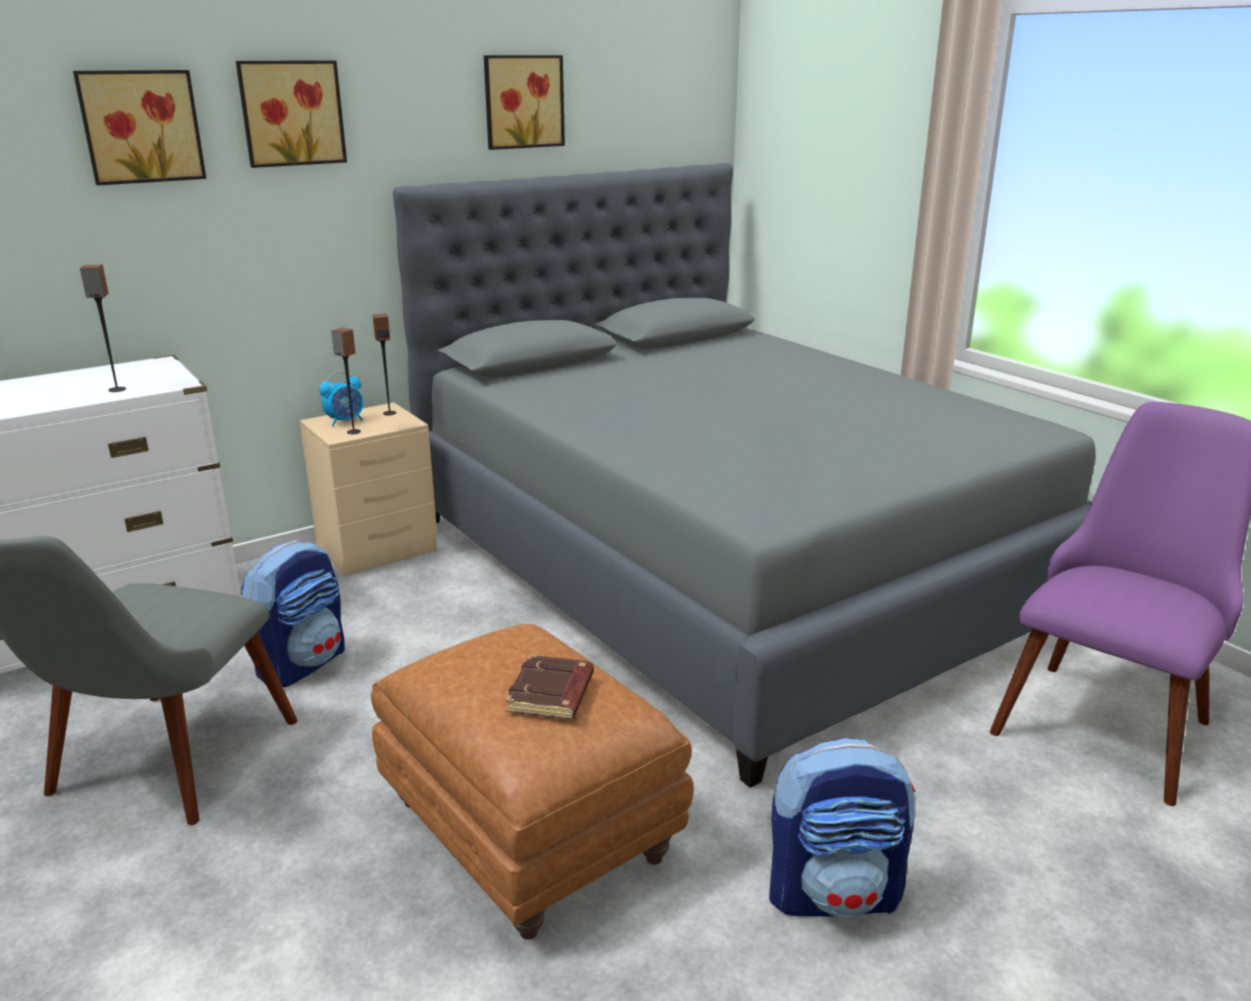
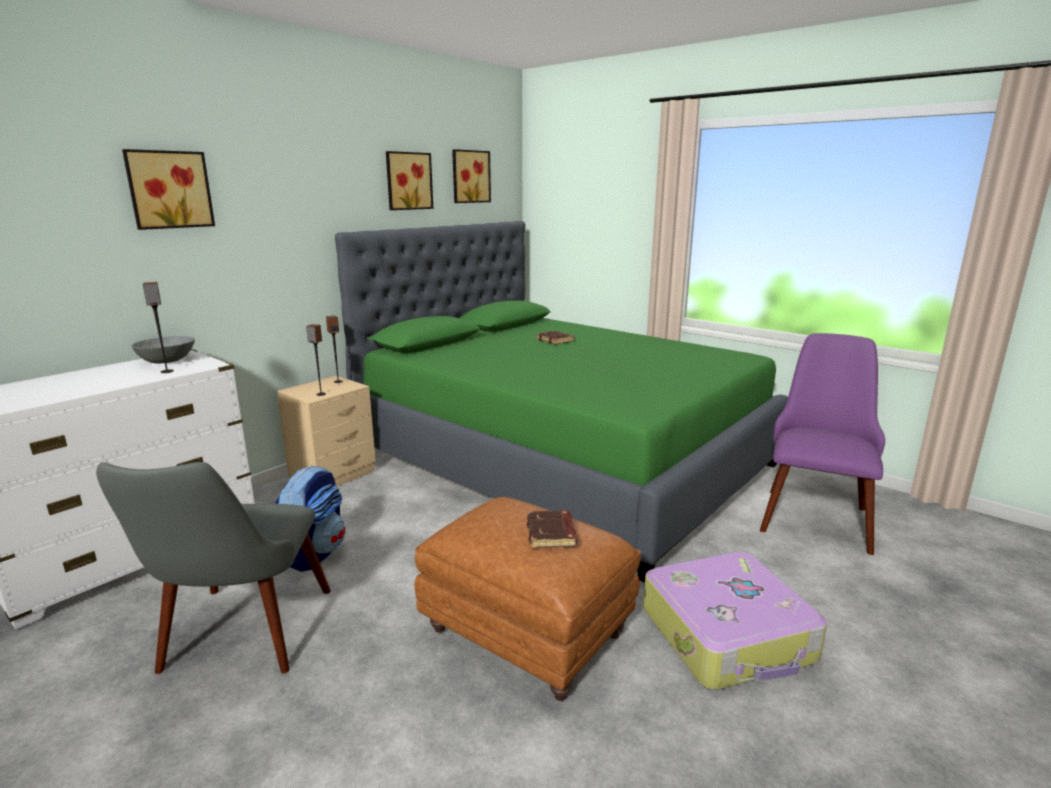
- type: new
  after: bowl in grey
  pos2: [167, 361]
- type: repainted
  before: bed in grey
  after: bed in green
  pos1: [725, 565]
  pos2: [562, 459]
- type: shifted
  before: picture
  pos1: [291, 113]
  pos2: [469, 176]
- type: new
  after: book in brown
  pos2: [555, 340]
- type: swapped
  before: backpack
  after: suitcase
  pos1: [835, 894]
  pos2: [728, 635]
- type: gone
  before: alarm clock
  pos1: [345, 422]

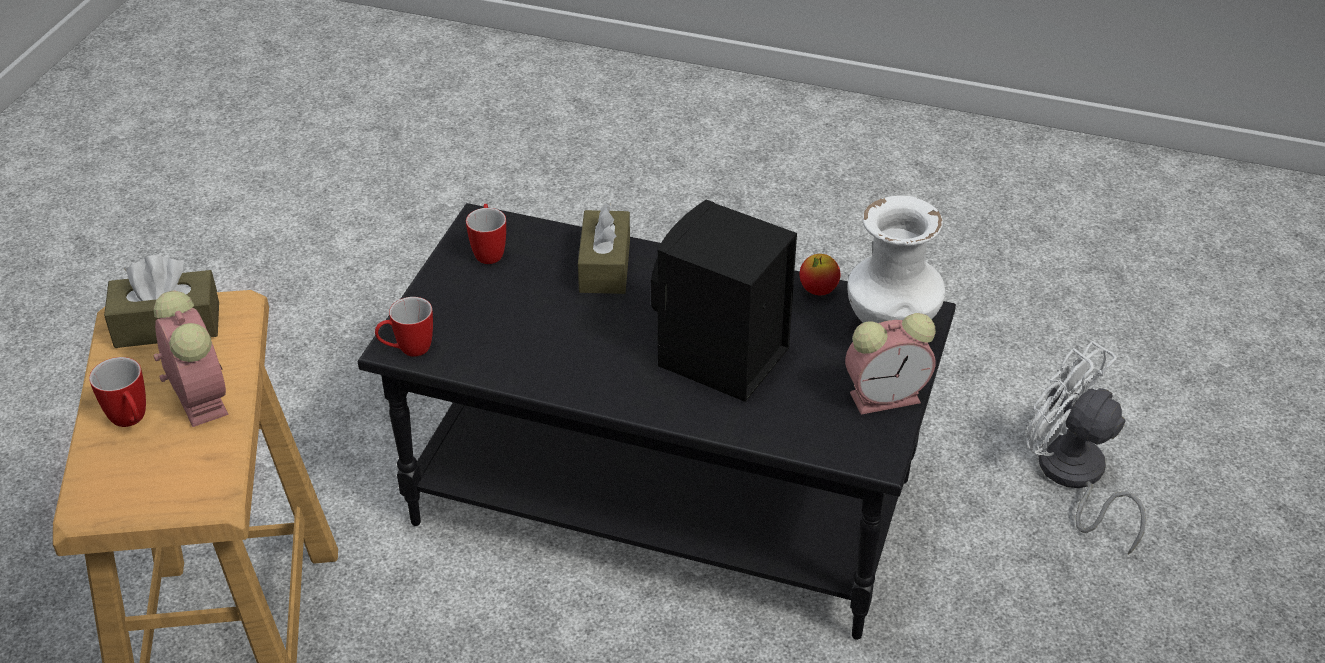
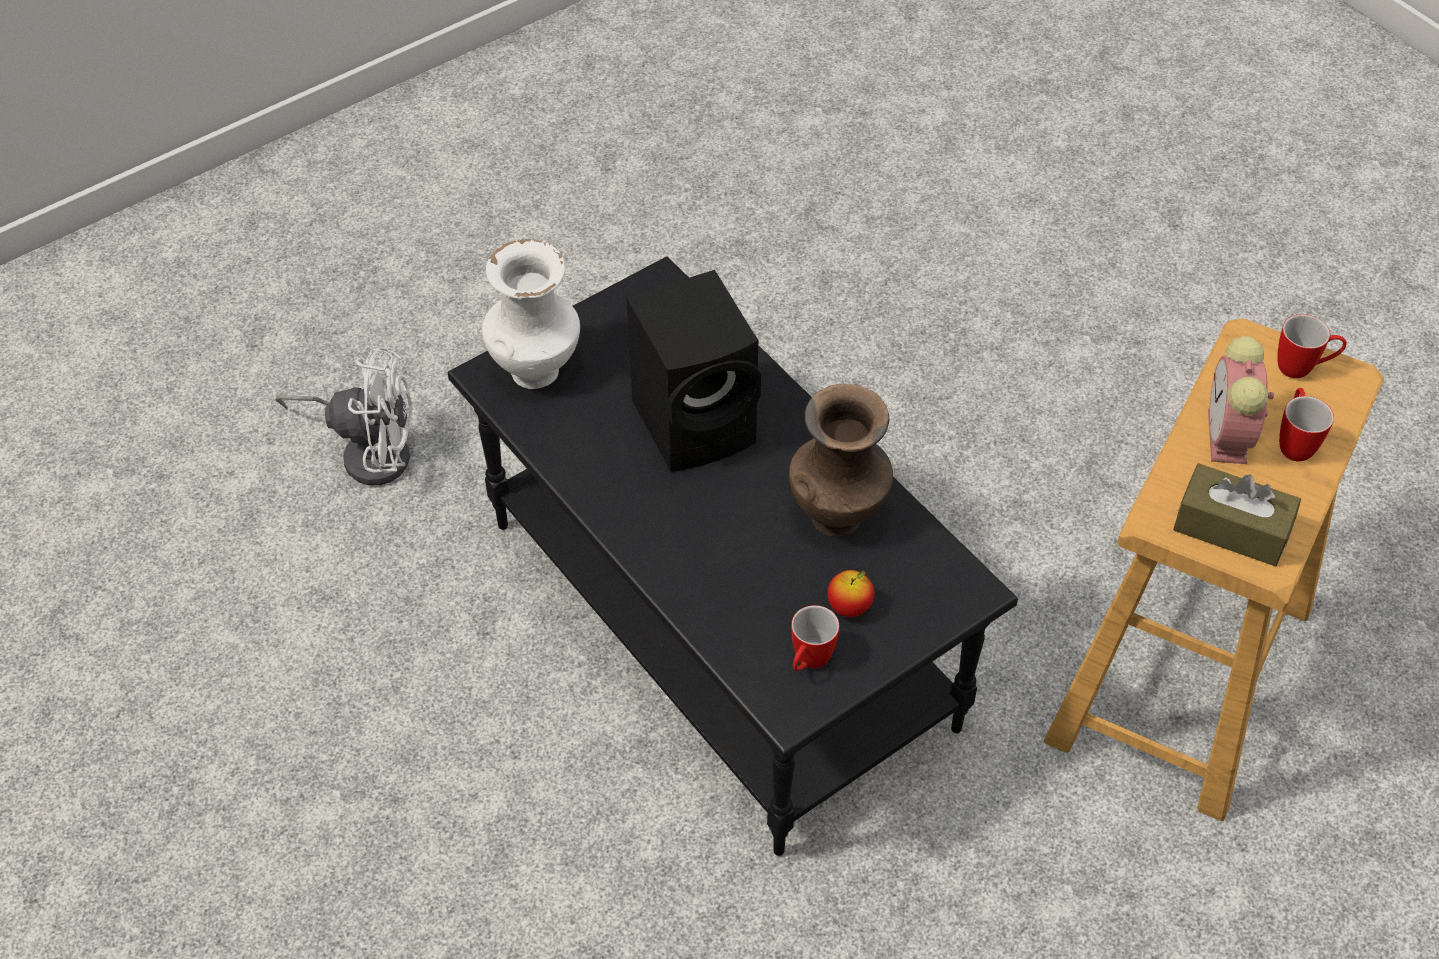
- type: rotated
  before: fan in white
  pos1: [1073, 478]
  pos2: [368, 451]
  turn: -75
- type: new
  after: vase in brown
  pos2: [838, 514]
- type: shifted
  before: apple
  pos1: [818, 291]
  pos2: [849, 607]
- type: shifted
  before: mug
  pos1: [407, 350]
  pos2: [1303, 368]
- type: gone
  before: tissue box in brown
  pos1: [605, 266]
- type: gone
  before: alarm clock
  pos1: [887, 396]

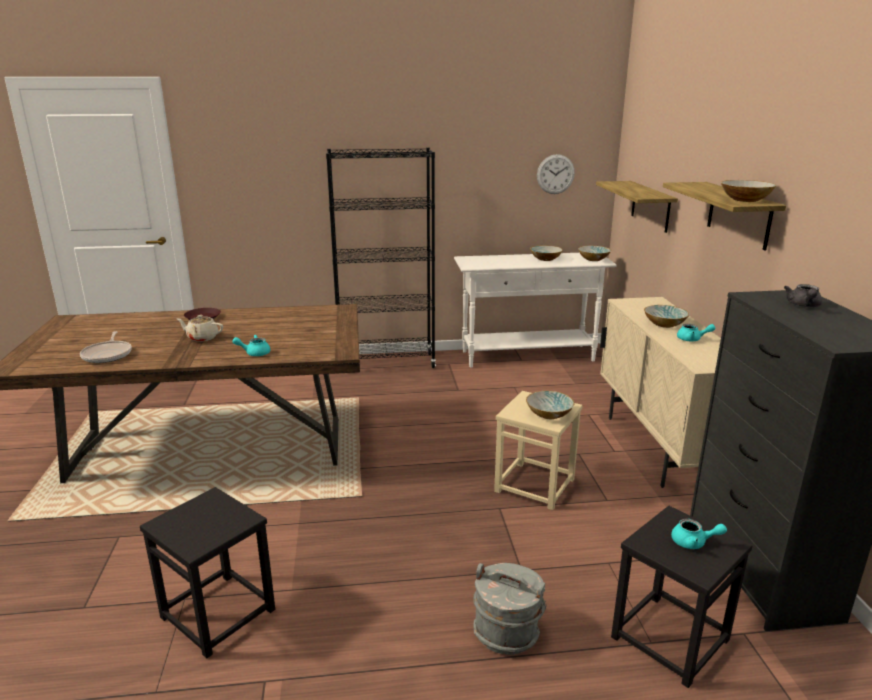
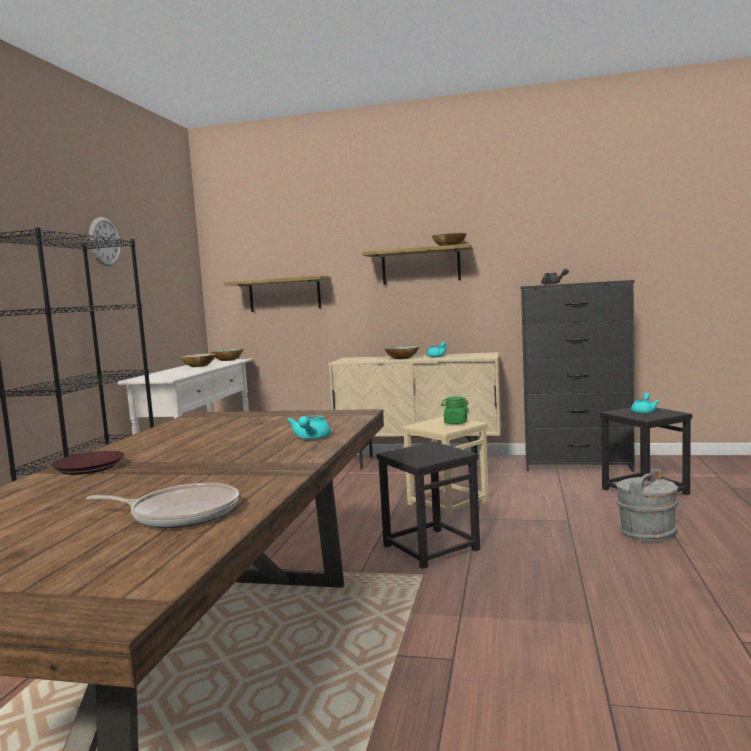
- type: shifted
  before: wall clock
  pos1: [555, 174]
  pos2: [104, 241]
- type: shifted
  before: stool in black
  pos1: [219, 613]
  pos2: [430, 547]
- type: swapped
  before: bowl
  after: jar in green
  pos1: [549, 414]
  pos2: [455, 422]
- type: gone
  before: teapot in beige
  pos1: [202, 338]

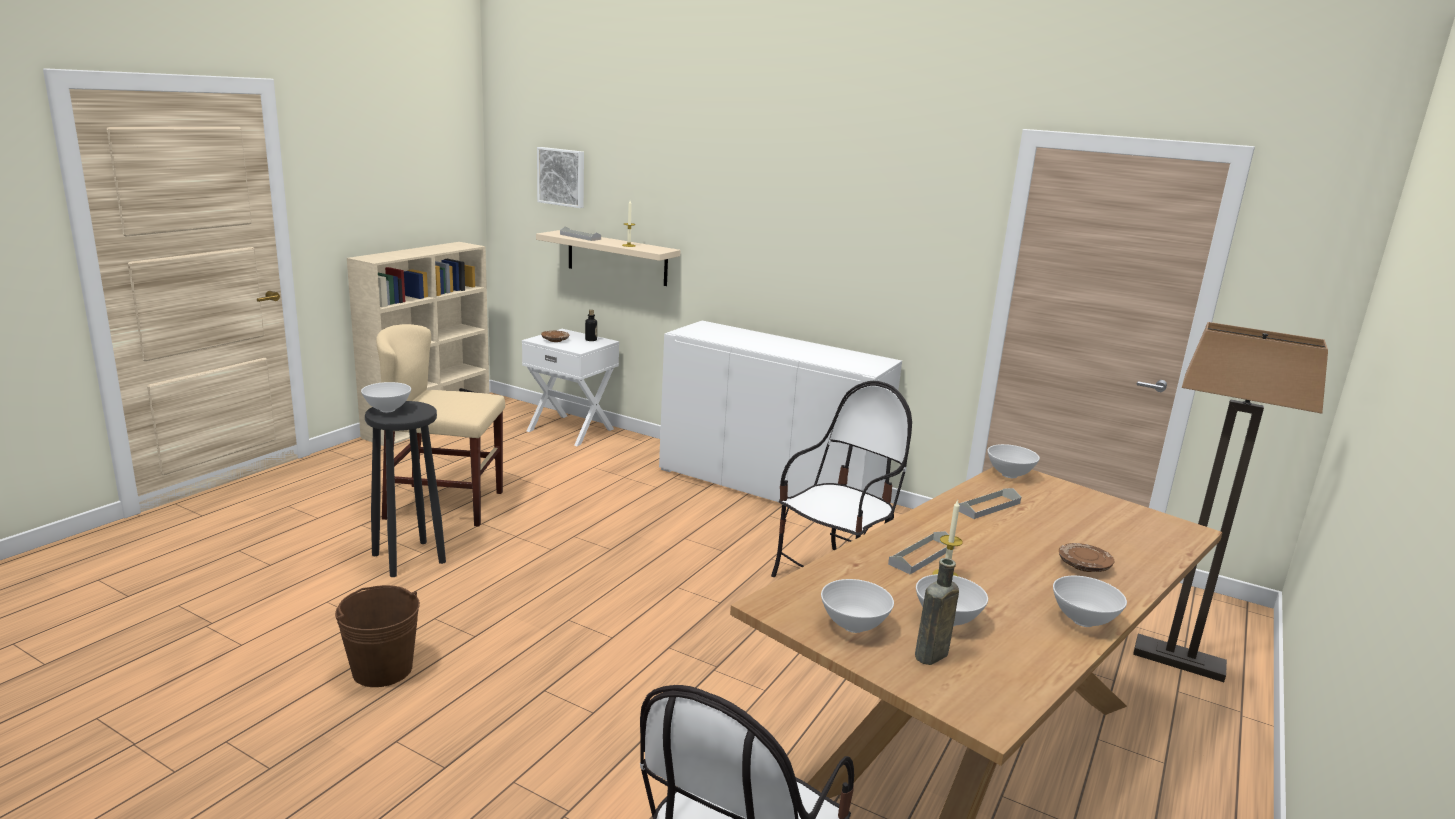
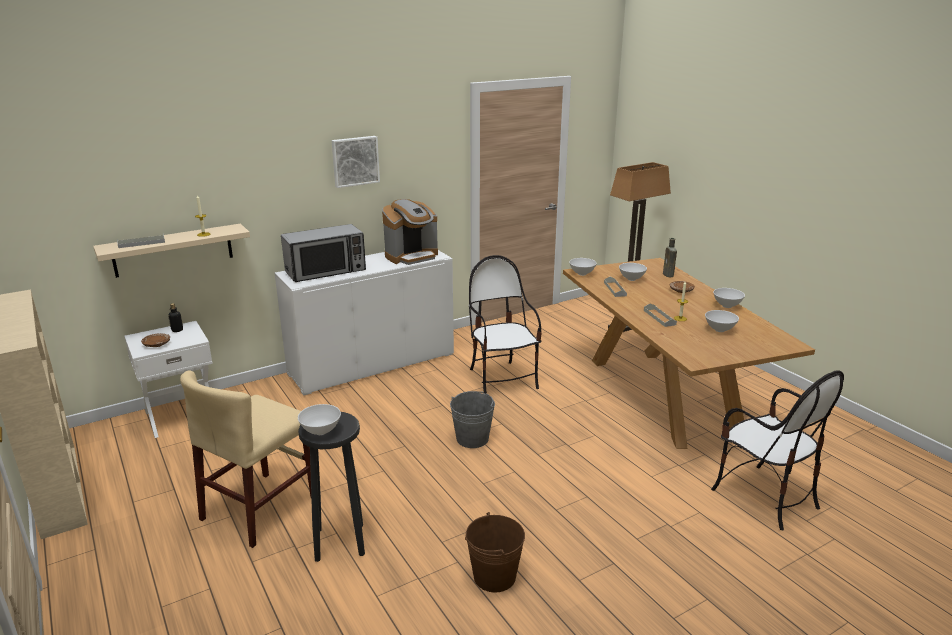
- type: new
  after: microwave
  pos2: [326, 271]
- type: shifted
  before: picture
  pos1: [562, 177]
  pos2: [355, 161]
- type: new
  after: coffee machine
  pos2: [411, 256]
- type: new
  after: bucket in grey
  pos2: [472, 438]
- type: shifted
  before: bowl in white
  pos1: [853, 627]
  pos2: [631, 279]
- type: shifted
  before: bottle in brown
  pos1: [929, 656]
  pos2: [668, 275]

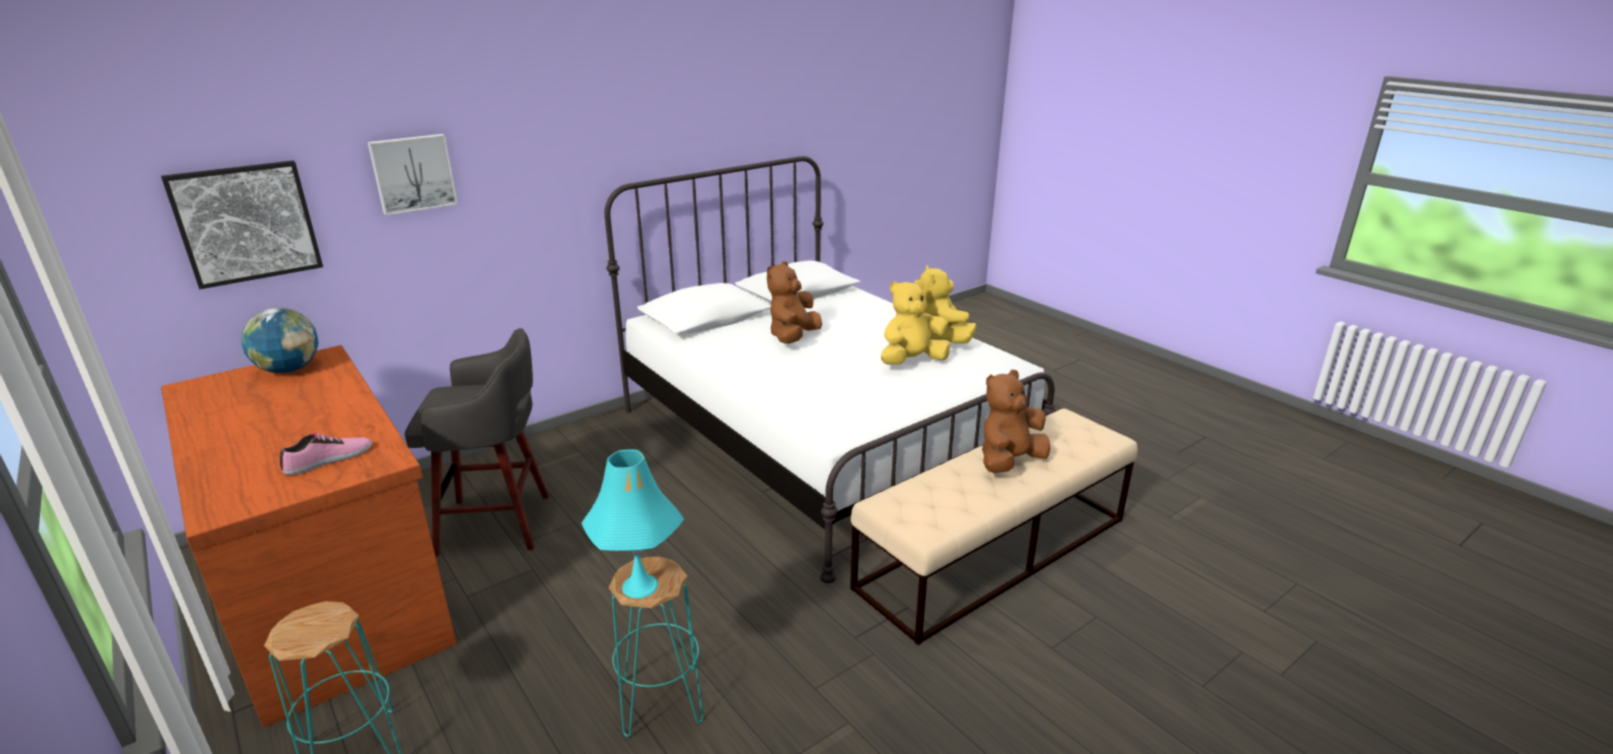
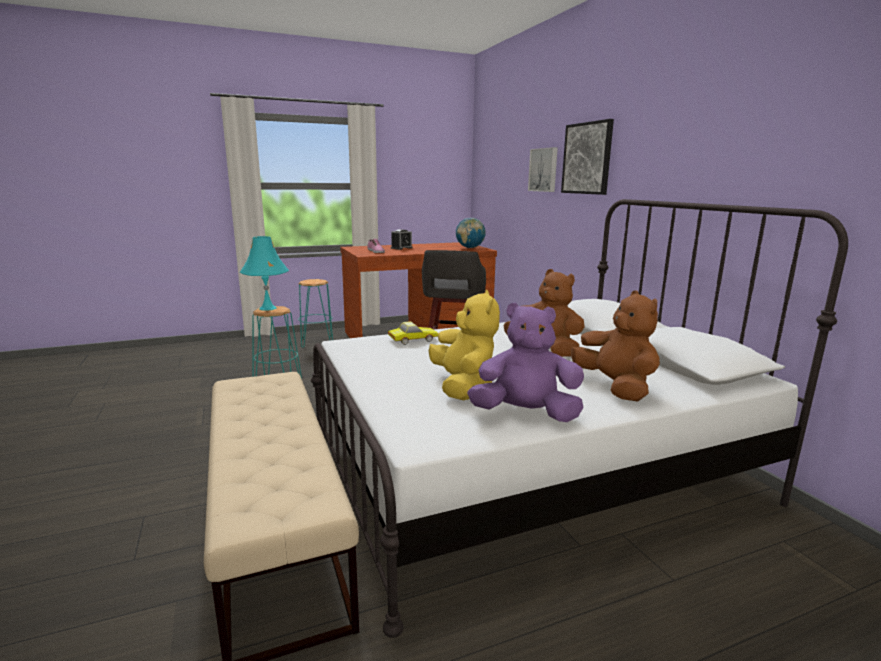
- type: new
  after: toy car
  pos2: [412, 339]
- type: new
  after: alarm clock
  pos2: [401, 248]
- type: repainted
  before: plush toy in yellow
  after: plush toy in purple
  pos1: [942, 338]
  pos2: [525, 414]
- type: shifted
  before: picture
  pos1: [246, 223]
  pos2: [587, 158]
- type: shifted
  before: plush toy in brown
  pos1: [1009, 462]
  pos2: [615, 387]

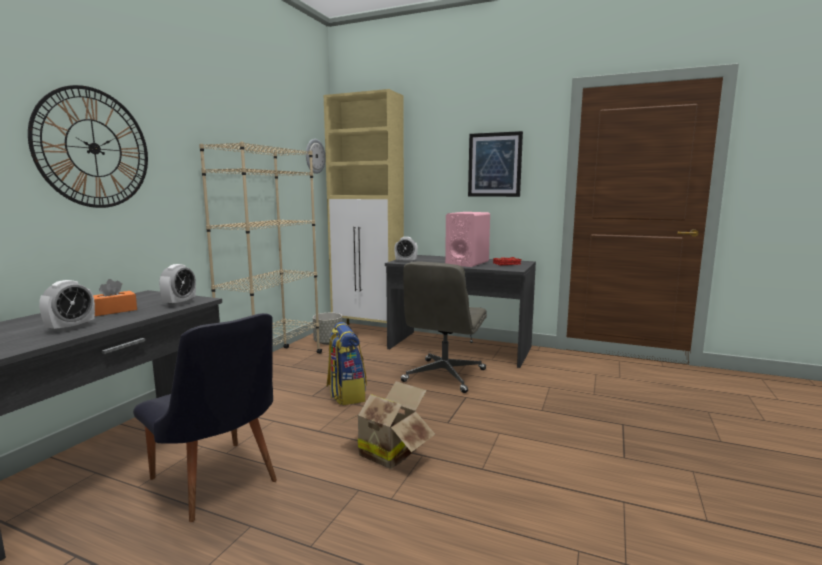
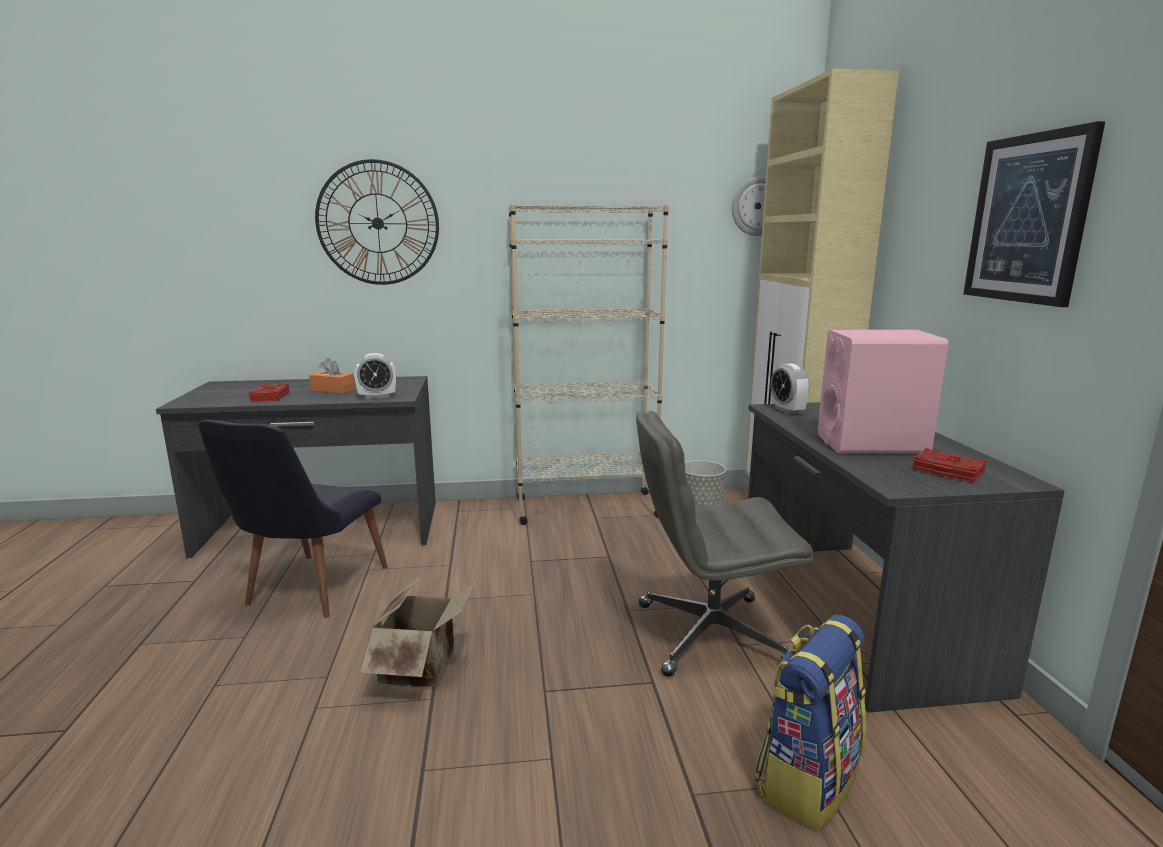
- type: swapped
  before: alarm clock
  after: book in red
  pos1: [71, 328]
  pos2: [269, 397]
- type: shifted
  before: backpack
  pos1: [346, 394]
  pos2: [807, 779]

